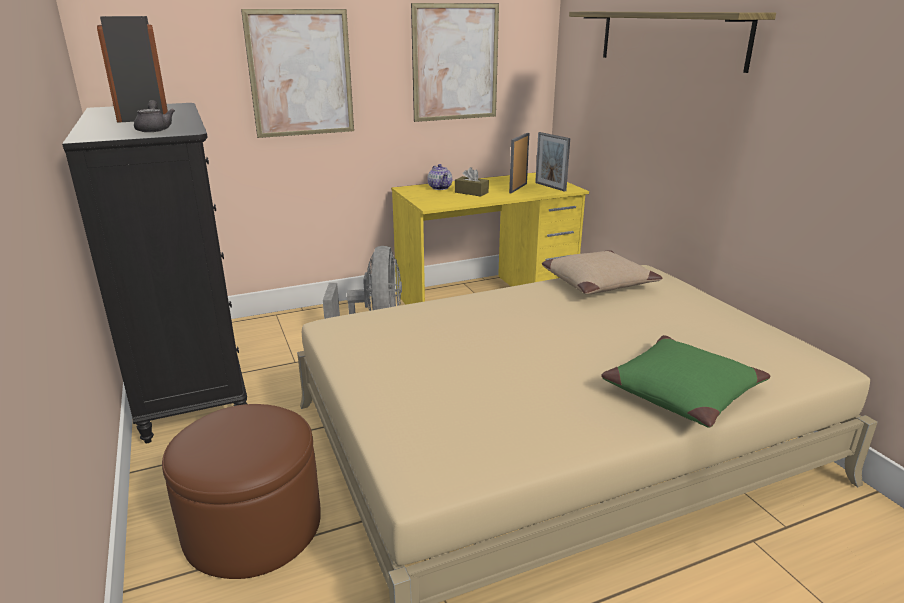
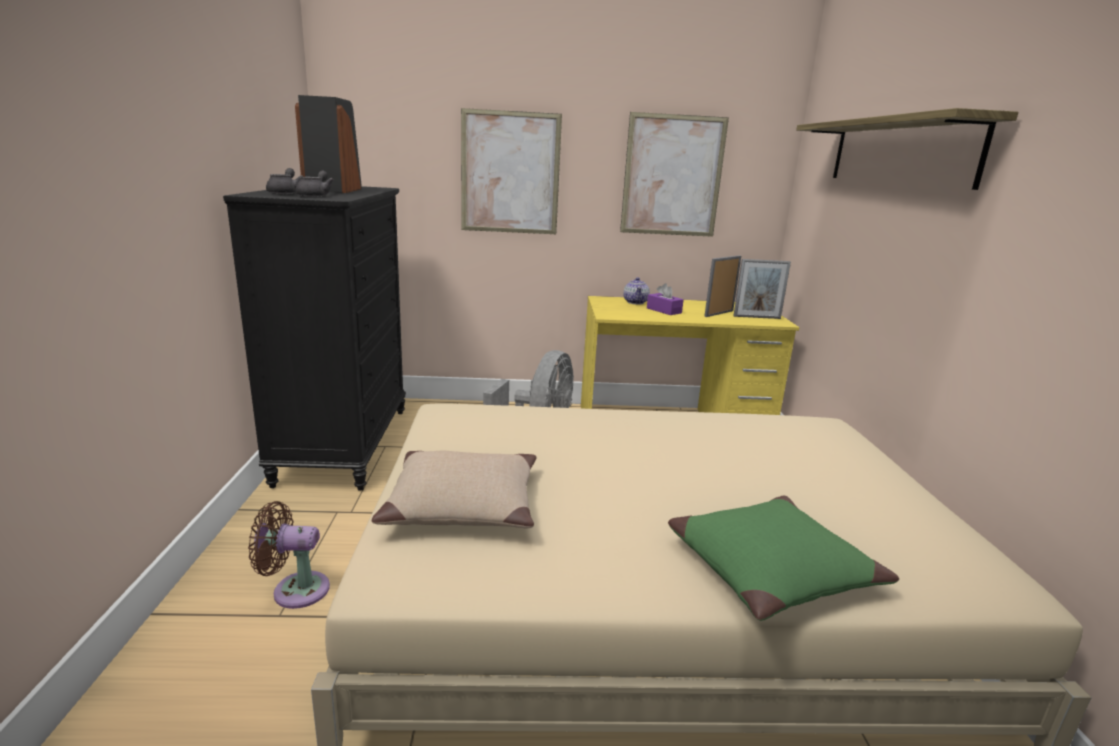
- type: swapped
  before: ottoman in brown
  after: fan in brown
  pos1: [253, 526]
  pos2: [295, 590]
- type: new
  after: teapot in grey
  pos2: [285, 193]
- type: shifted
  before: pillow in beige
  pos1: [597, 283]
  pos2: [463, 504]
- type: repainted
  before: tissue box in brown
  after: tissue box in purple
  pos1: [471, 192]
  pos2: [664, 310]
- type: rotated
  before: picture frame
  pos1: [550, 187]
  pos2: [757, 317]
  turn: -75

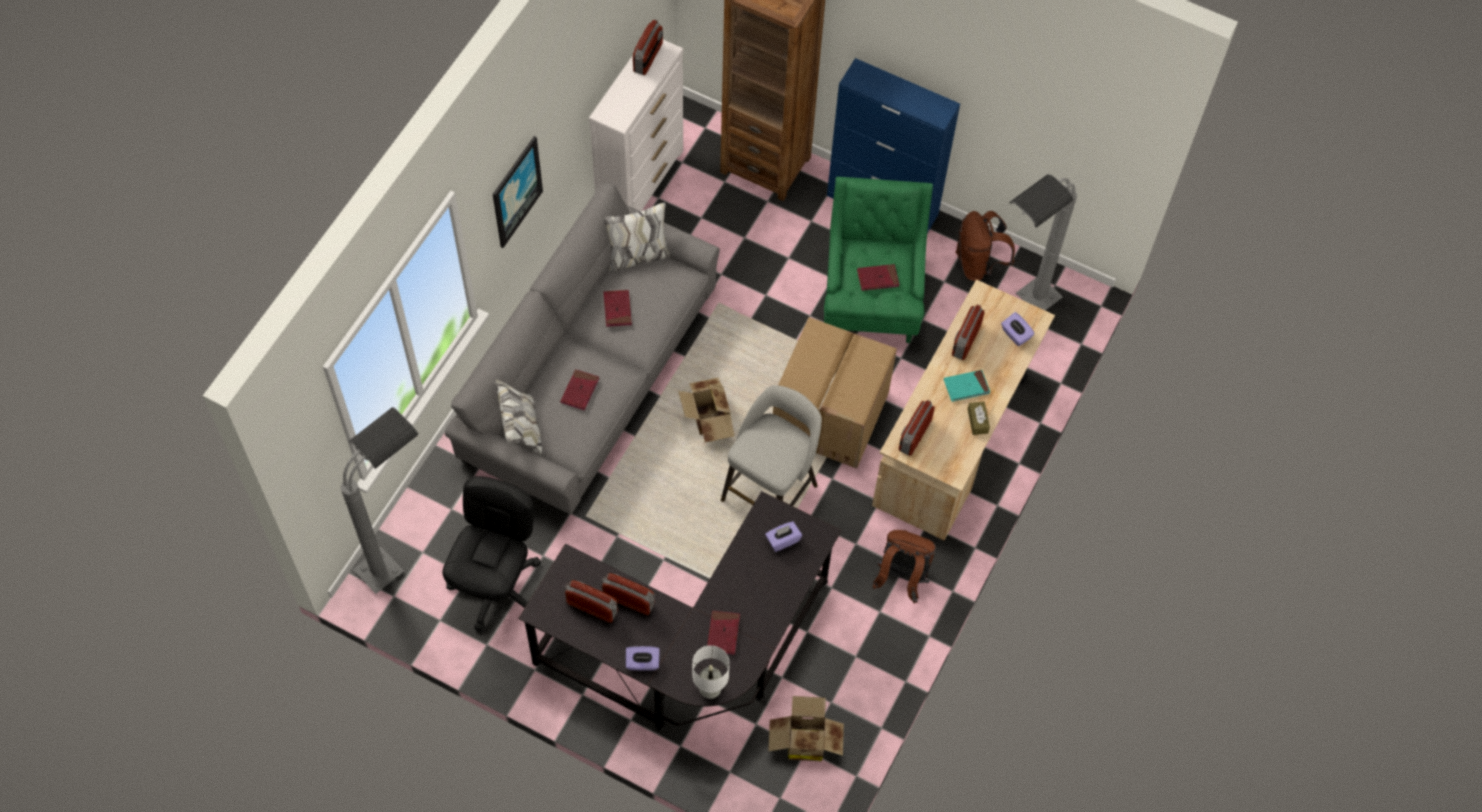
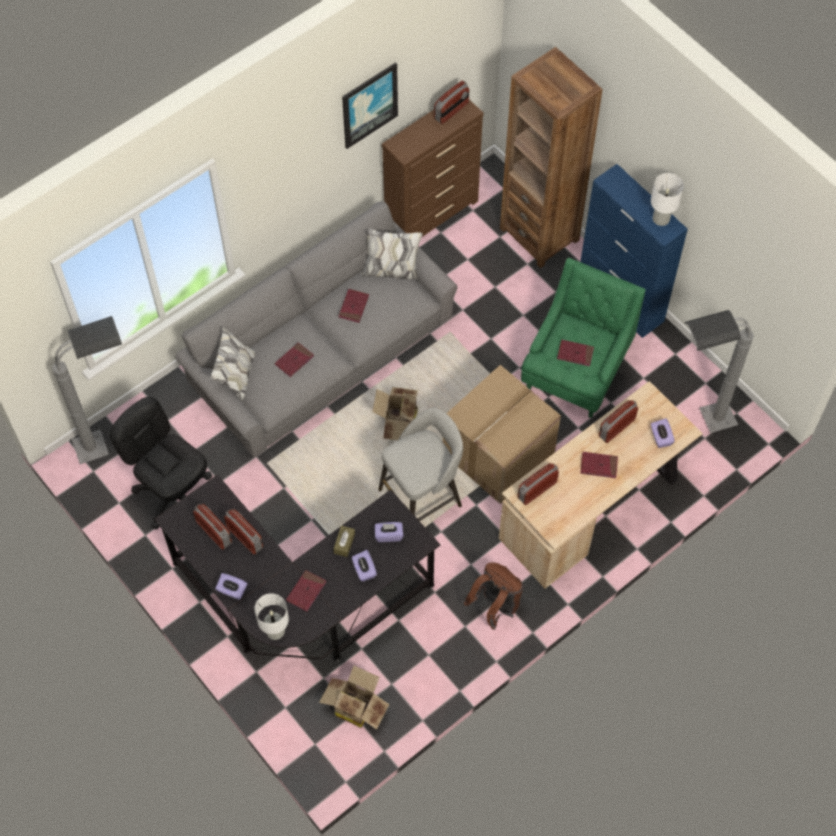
- type: rotated
  before: office chair in black
  pos1: [497, 587]
  pos2: [174, 493]
  turn: -90
- type: shifted
  before: tissue box in brown
  pos1: [977, 421]
  pos2: [344, 543]
- type: shifted
  before: picture
  pos1: [516, 191]
  pos2: [369, 104]
- type: new
  after: tissue box in purple
  pos2: [364, 570]
- type: repainted
  before: dresser in white
  after: dresser in brown
  pos1: [641, 182]
  pos2: [432, 215]
- type: repainted
  before: book in turquoise
  after: book in red
  pos1: [966, 387]
  pos2: [598, 466]
- type: new
  after: table lamp in white
  pos2: [660, 218]
- type: gone
  before: backpack in brown
  pos1: [978, 264]

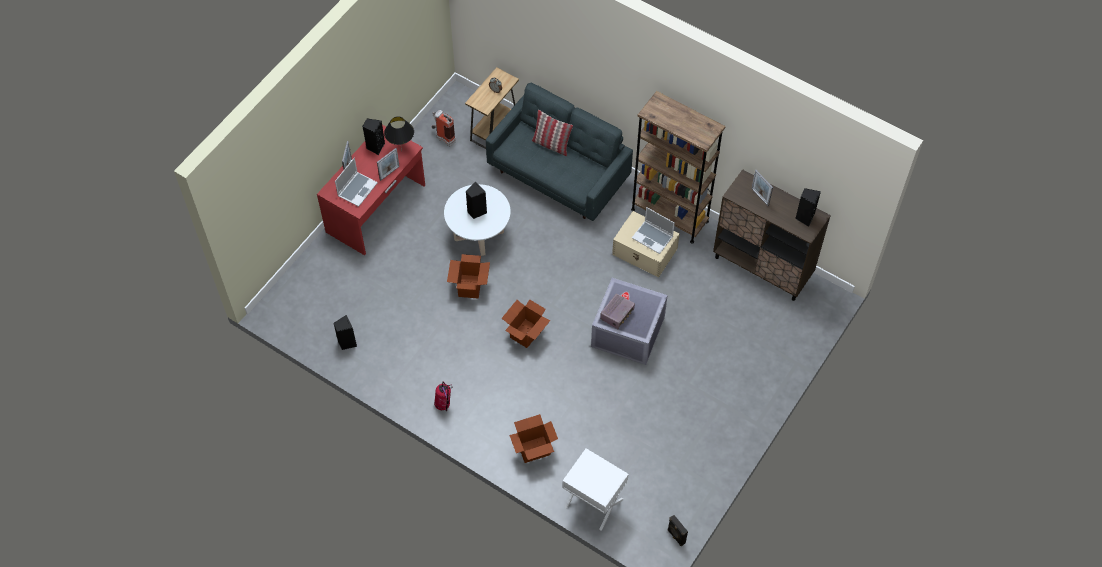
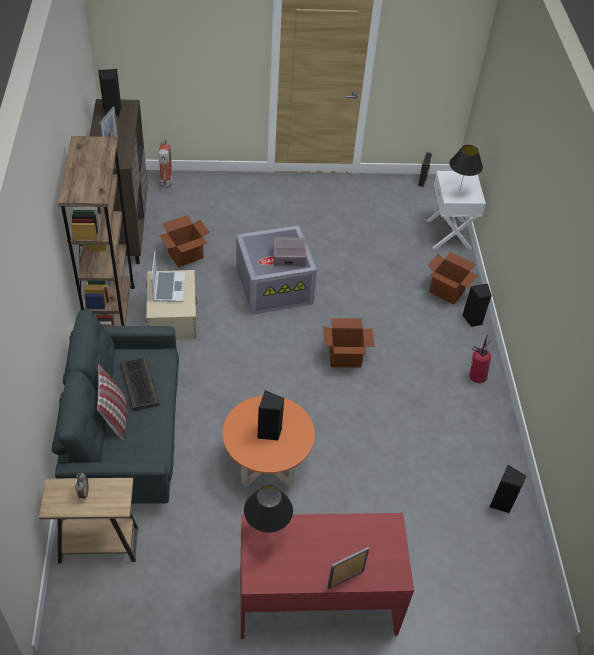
- type: new
  after: keyboard
  pos2: [139, 384]
- type: shifted
  before: fire extinguisher
  pos1: [443, 138]
  pos2: [166, 184]
- type: shifted
  before: cardboard box
  pos1: [470, 286]
  pos2: [185, 256]
- type: repainted
  before: coffee table in white
  after: coffee table in orange
  pos1: [479, 235]
  pos2: [266, 465]
- type: new
  after: table lamp in black
  pos2: [459, 192]
- type: shifted
  before: speaker in black
  pos1: [375, 147]
  pos2: [473, 319]
- type: gone
  before: laptop
  pos1: [357, 189]
- type: gone
  before: picture frame
  pos1: [389, 173]

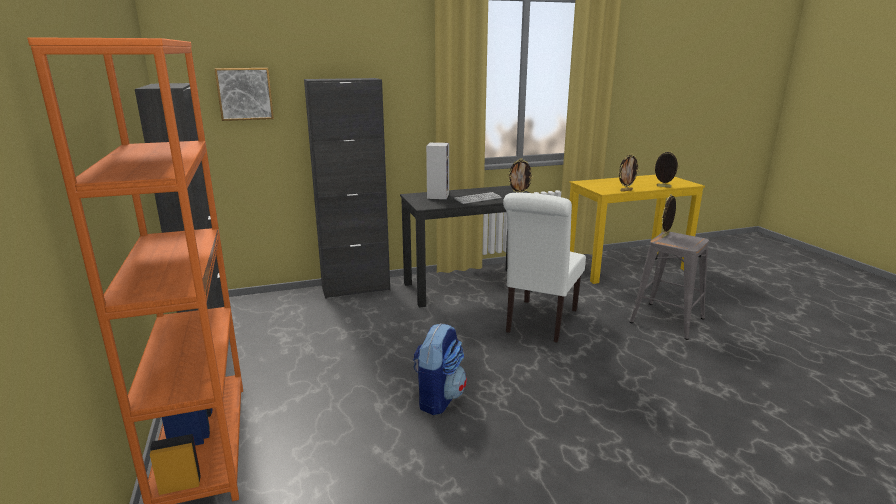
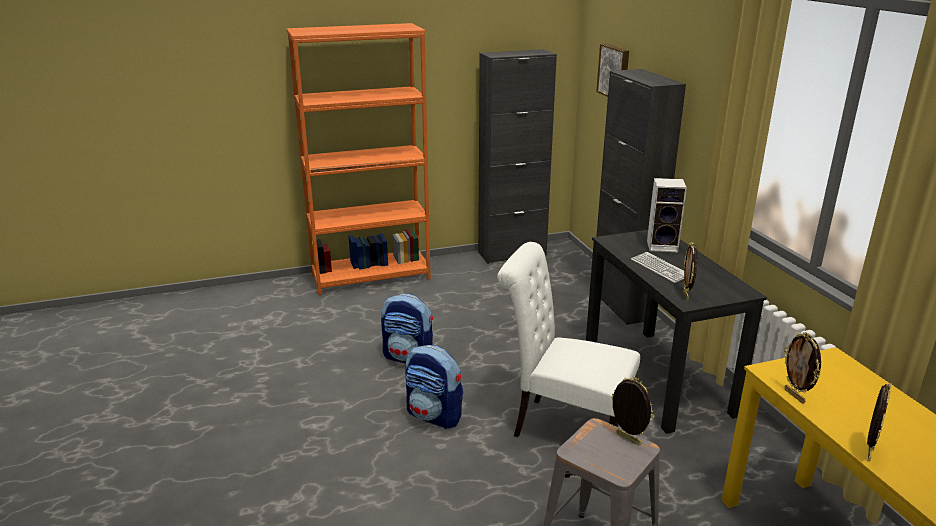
- type: new
  after: backpack
  pos2: [434, 415]

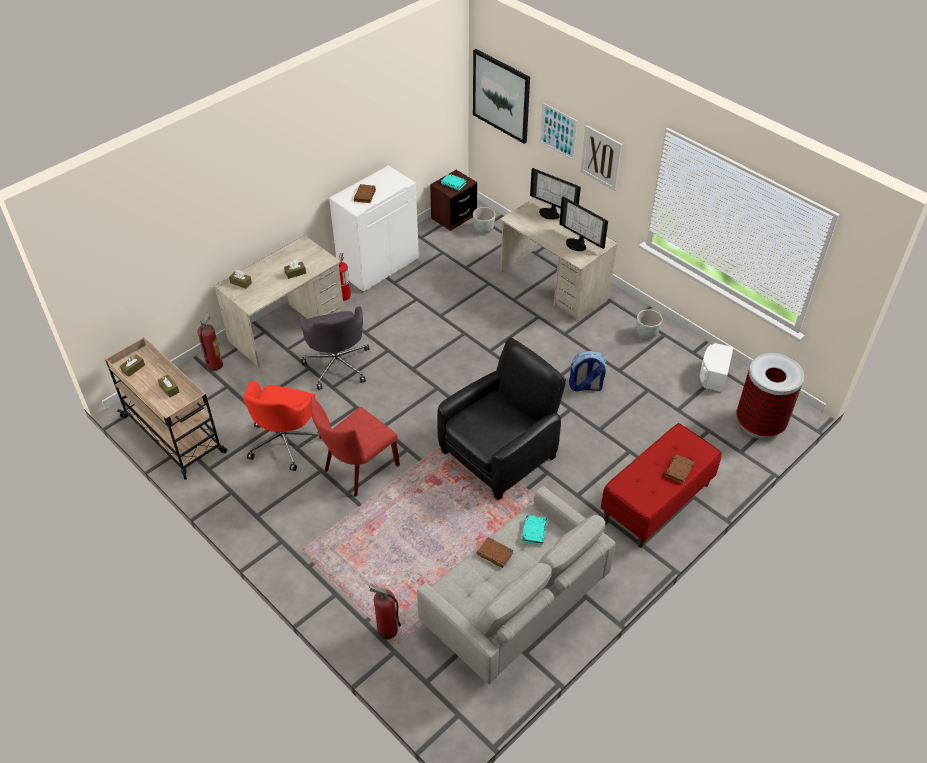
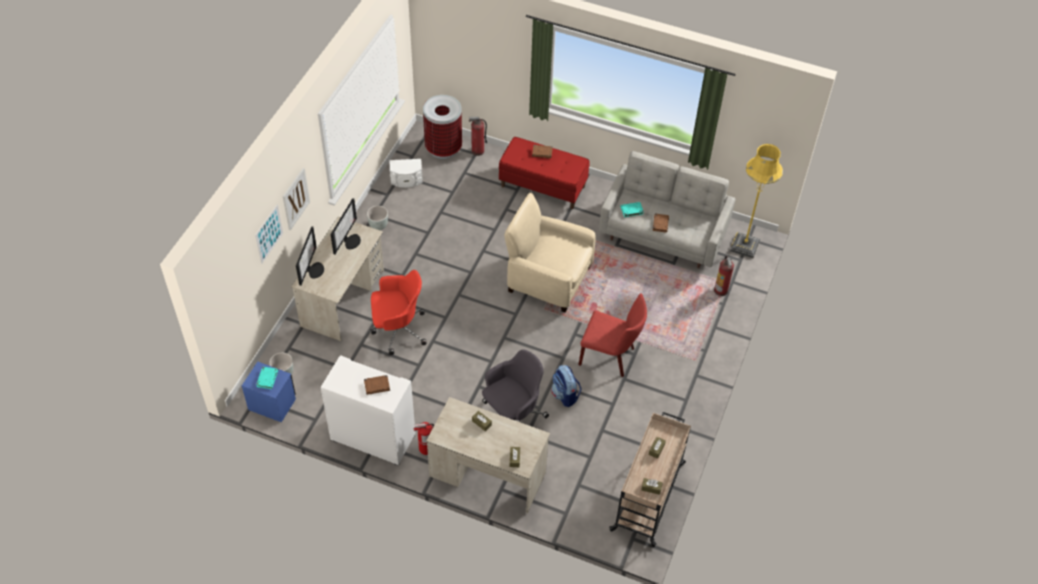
- type: repainted
  before: nightstand in brown
  after: nightstand in blue
  pos1: [453, 217]
  pos2: [272, 404]
- type: shifted
  before: office chair in red
  pos1: [285, 441]
  pos2: [398, 329]
- type: shifted
  before: fire extinguisher
  pos1: [214, 364]
  pos2: [477, 151]
- type: repainted
  before: armchair in black
  after: armchair in beige
  pos1: [500, 453]
  pos2: [548, 278]
- type: shifted
  before: backpack
  pos1: [585, 386]
  pos2: [565, 395]
- type: new
  after: floor lamp in yellow
  pos2: [744, 246]
- type: gone
  before: picture
  pos1: [501, 96]

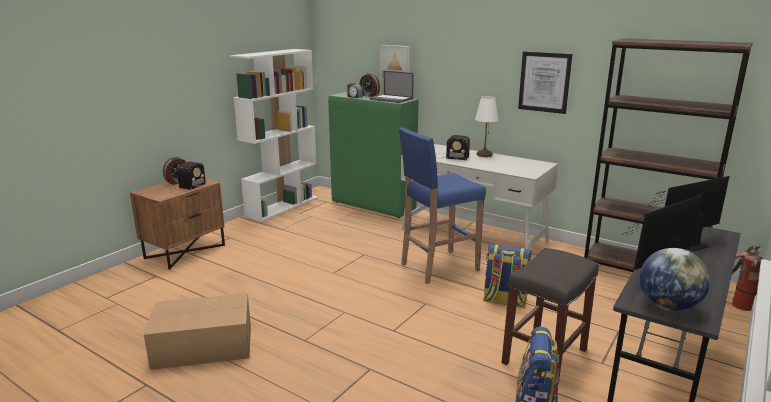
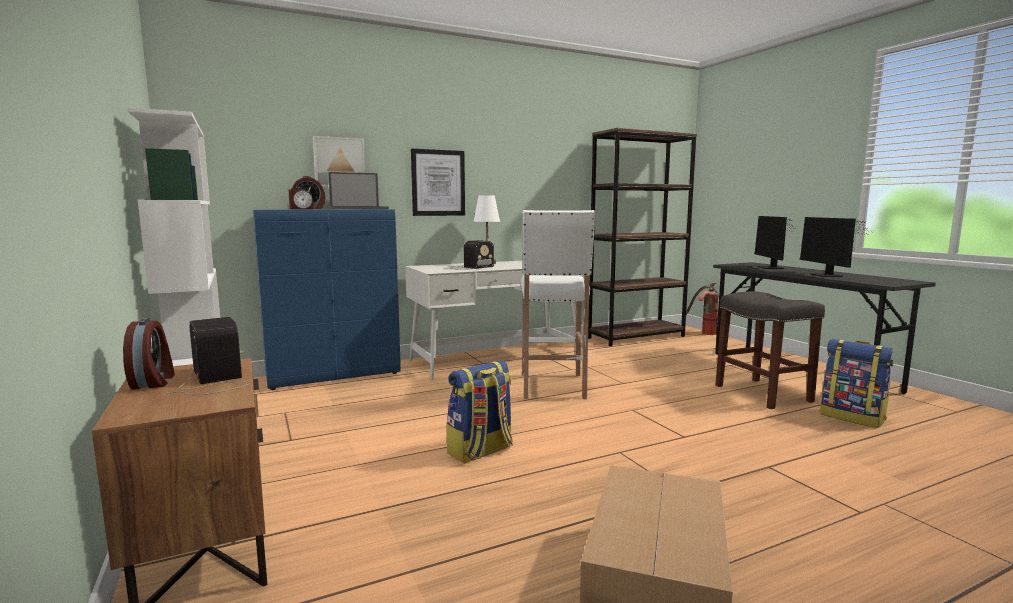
- type: repainted
  before: cabinet in green
  after: cabinet in blue
  pos1: [374, 206]
  pos2: [335, 376]
- type: shifted
  before: picture
  pos1: [544, 82]
  pos2: [438, 183]
- type: shifted
  before: backpack
  pos1: [504, 301]
  pos2: [480, 451]
- type: repainted
  before: stool in blue
  after: stool in white
  pos1: [438, 267]
  pos2: [552, 386]
- type: gone
  before: globe
  pos1: [668, 306]

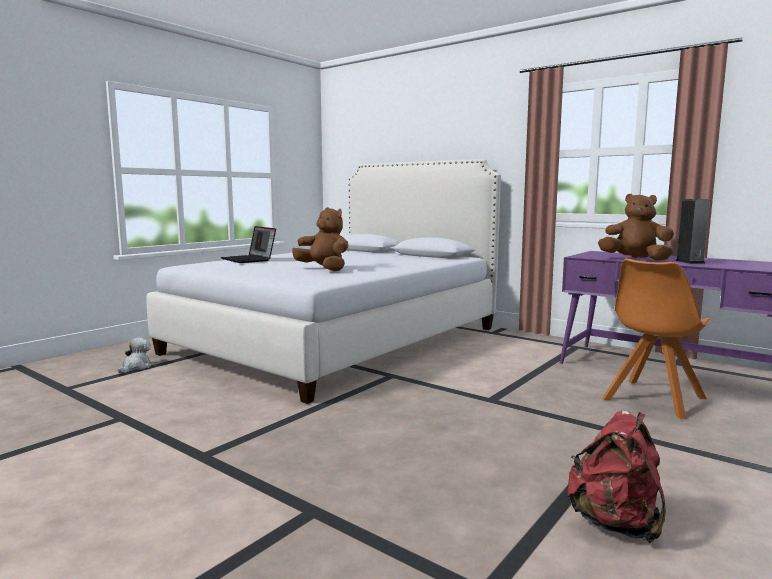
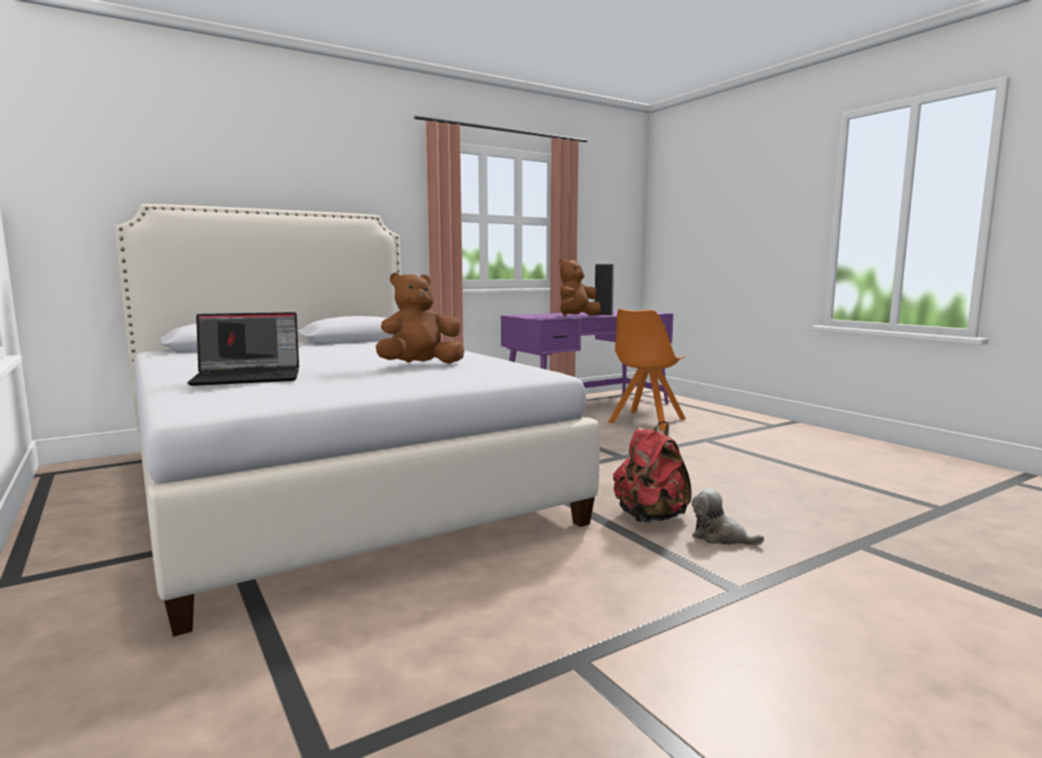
- type: rotated
  before: chair in orange
  pos1: [652, 400]
  pos2: [646, 421]
  turn: 60
- type: shifted
  before: backpack in red
  pos1: [615, 523]
  pos2: [649, 518]
- type: shifted
  before: plush toy
  pos1: [136, 367]
  pos2: [720, 537]

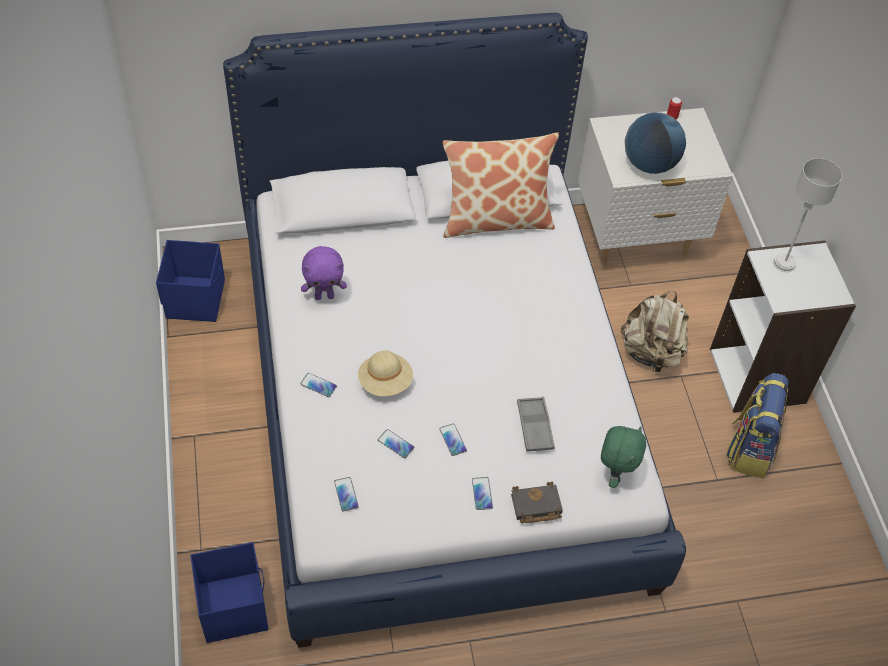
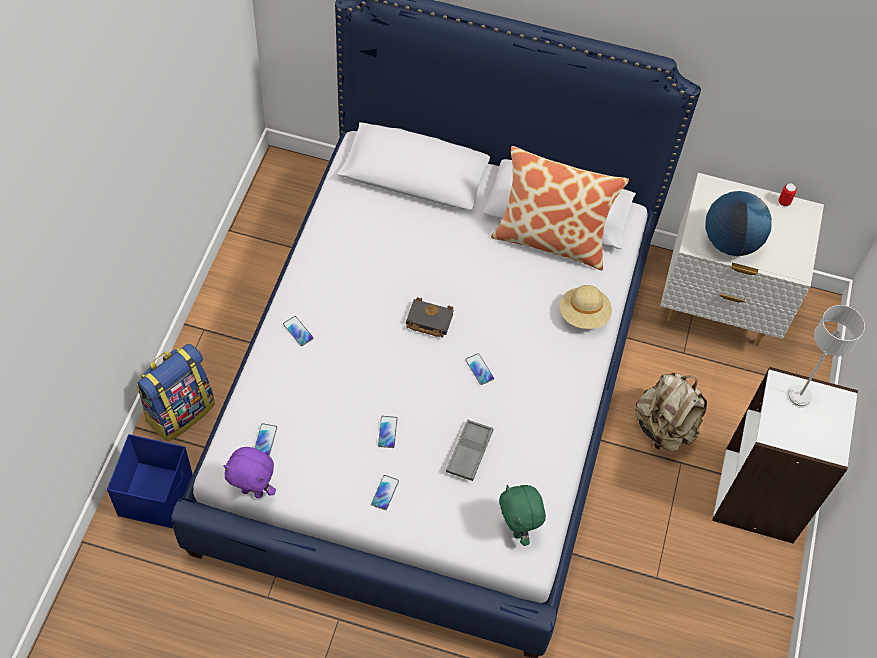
- type: shifted
  before: backpack
  pos1: [749, 448]
  pos2: [180, 411]
- type: shifted
  before: plush toy in purple
  pos1: [324, 296]
  pos2: [253, 491]
- type: shifted
  before: book in black
  pos1: [535, 506]
  pos2: [427, 321]
- type: shifted
  before: phone
  pos1: [395, 444]
  pos2: [479, 369]
- type: rotated
  before: plush toy in green
  pos1: [614, 474]
  pos2: [517, 529]
  turn: 120
- type: shifted
  before: hat in beige
  pos1: [385, 382]
  pos2: [584, 315]
- type: gone
  before: storage box in blue
  pos1: [195, 298]

